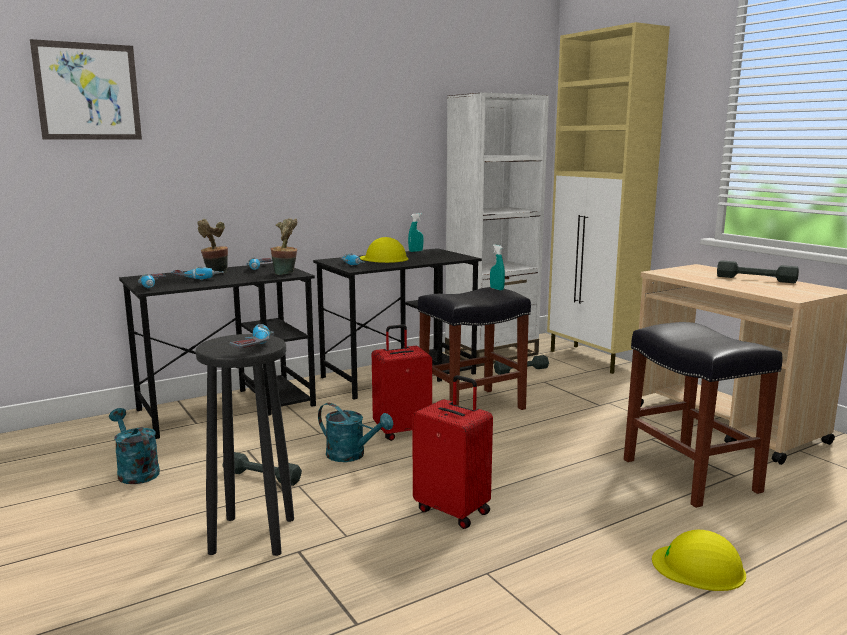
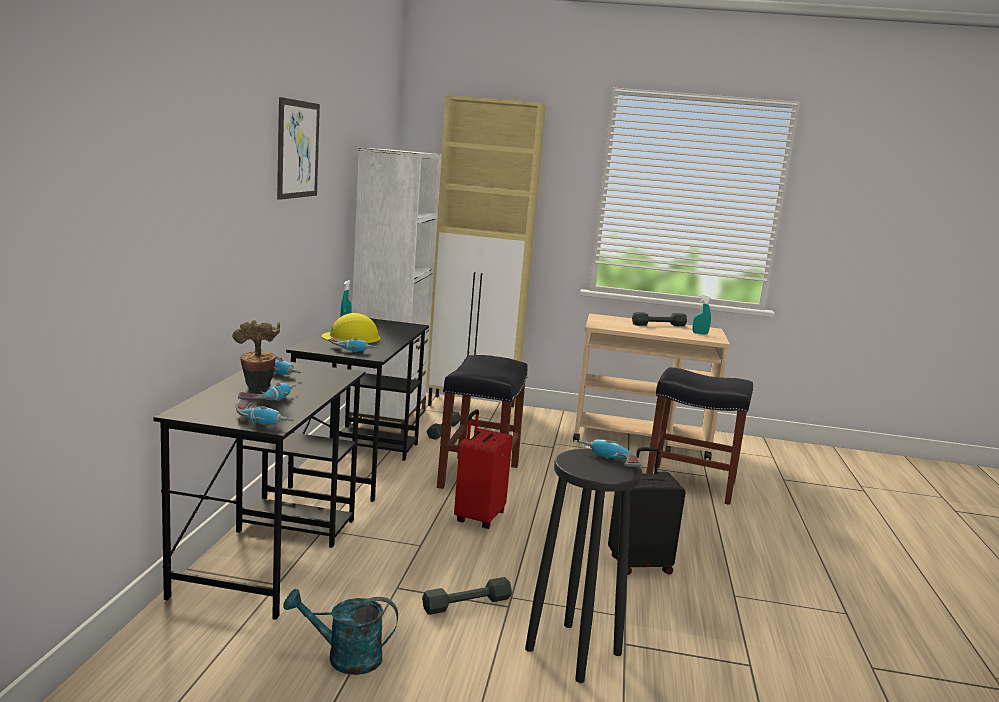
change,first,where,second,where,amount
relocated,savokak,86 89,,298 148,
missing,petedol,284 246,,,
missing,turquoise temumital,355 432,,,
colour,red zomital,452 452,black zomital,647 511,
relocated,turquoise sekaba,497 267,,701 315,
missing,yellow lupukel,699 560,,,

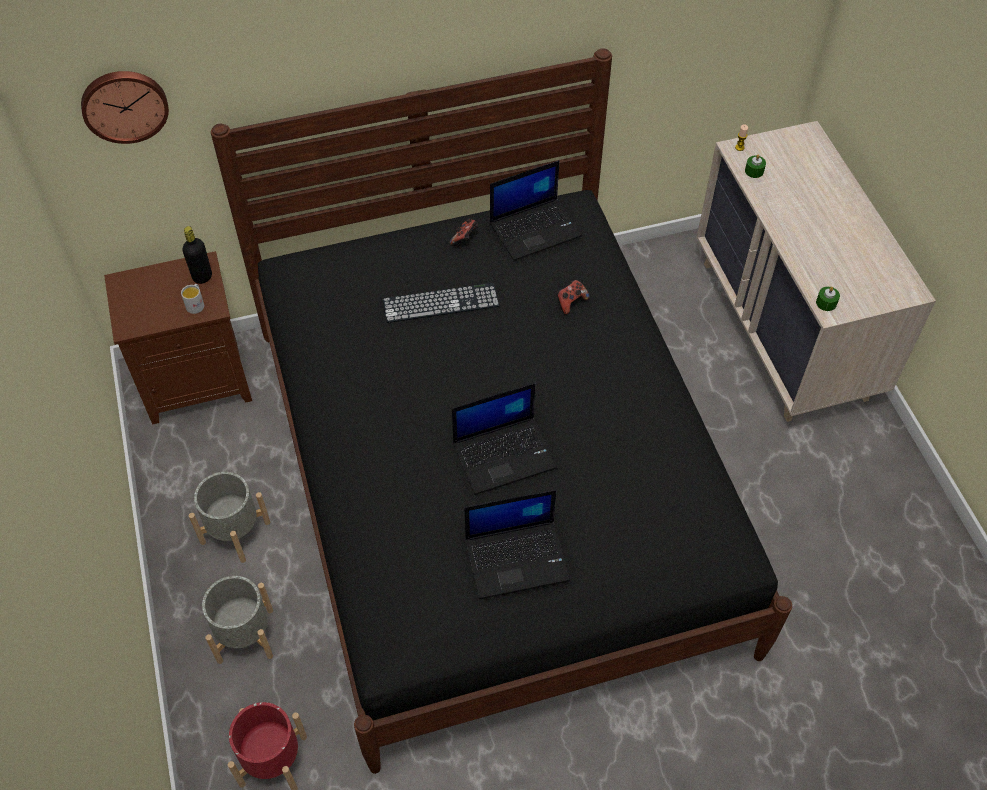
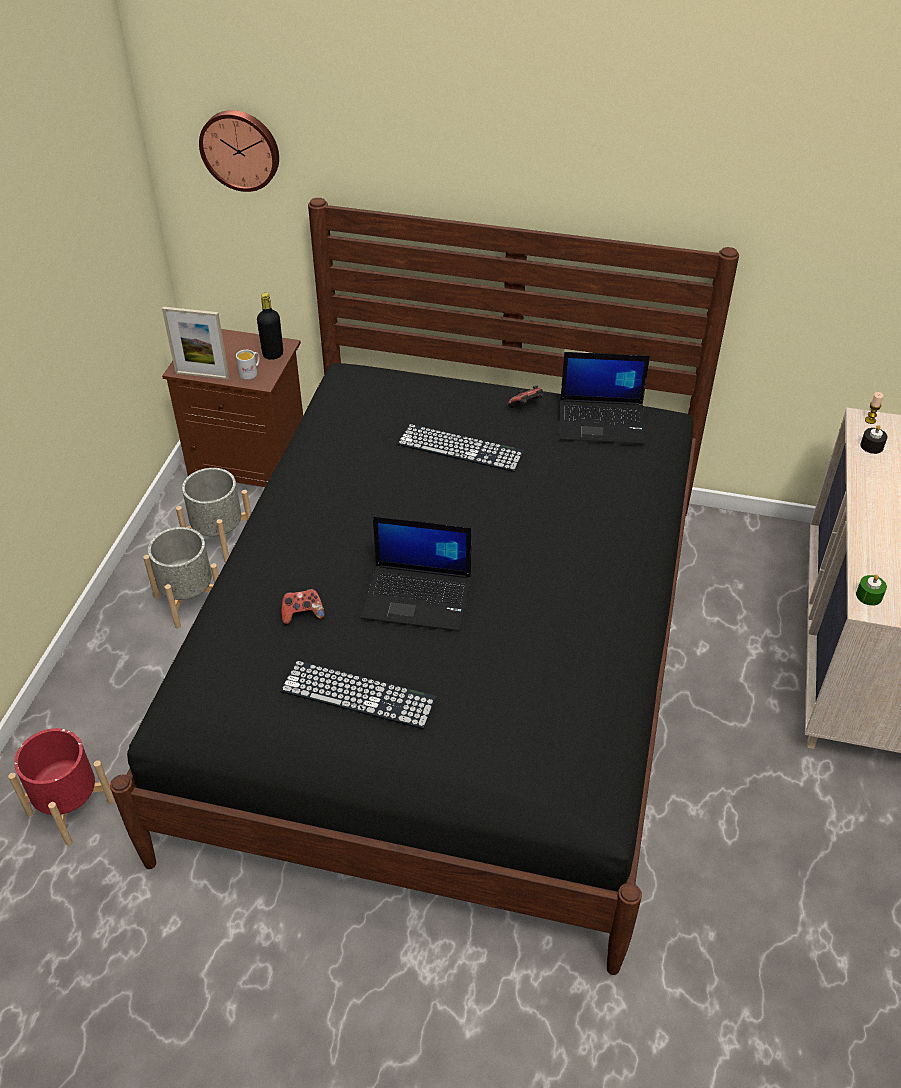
change,first,where,second,where,amount
relocated,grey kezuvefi,237 620,,213 515,
exchanged,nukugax,517 544,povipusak,358 694,
relocated,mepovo,573 297,,303 607,
colour,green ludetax,755 166,black ludetax,873 439,
appeared,,,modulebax,195 343,

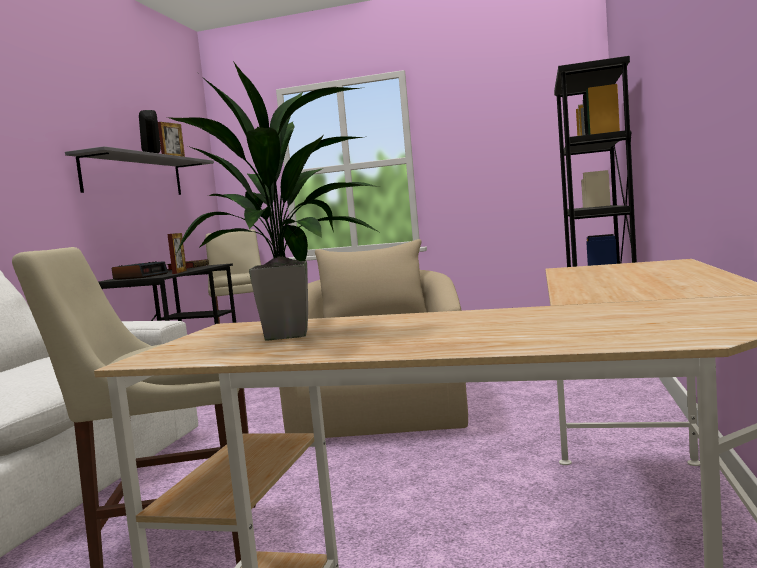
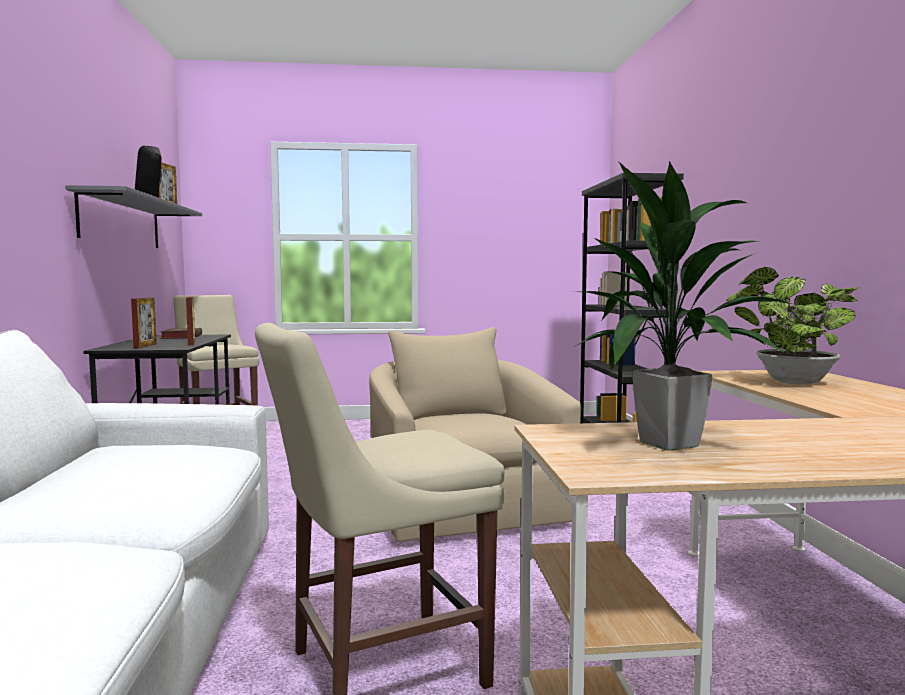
change,first,where,second,where,amount
exchanged,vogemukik,140 270,modulebax,144 323,
appeared,,,petedol,792 326,

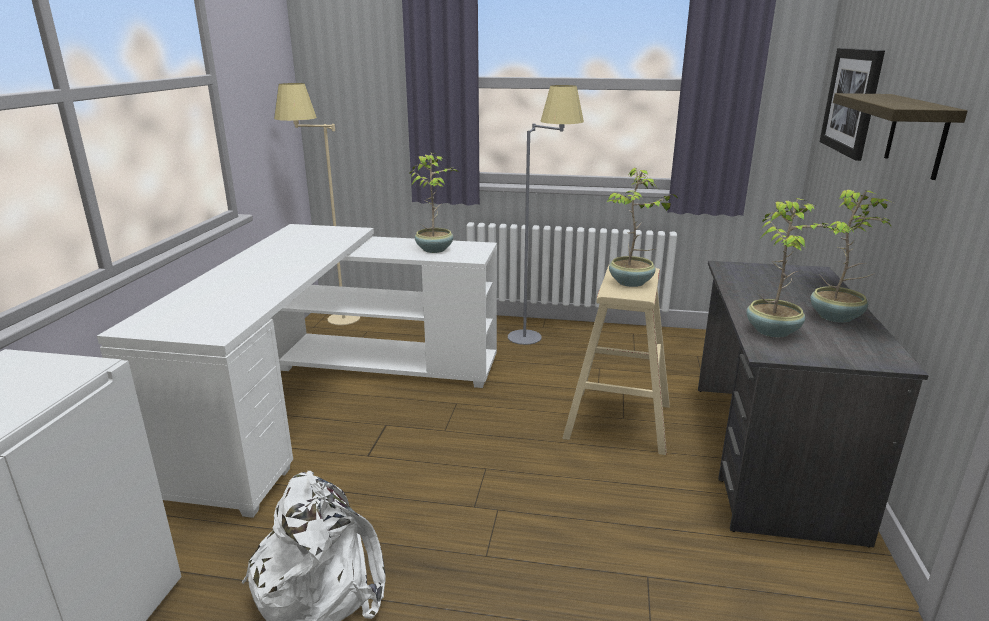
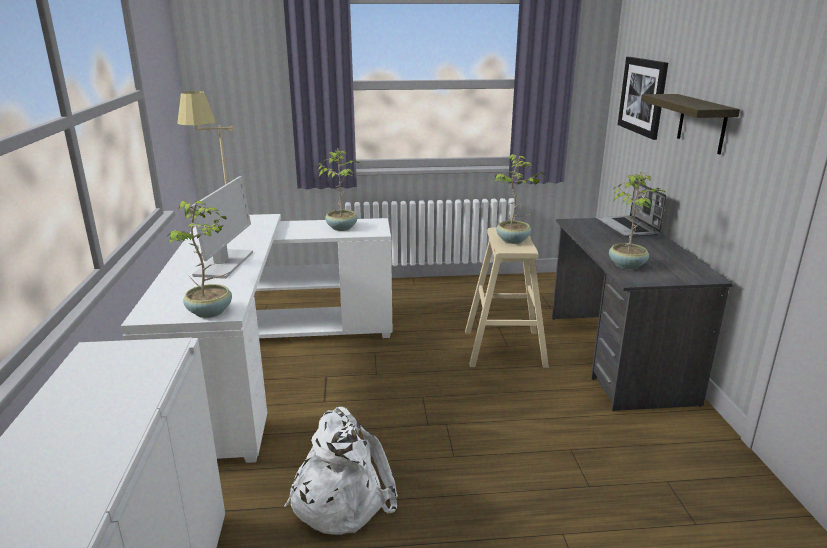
change,first,where,second,where,amount
missing,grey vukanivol,546 215,,,
relocated,petedol,851 256,,200 259,
appeared,,,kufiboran,222 227,
appeared,,,nukugax,632 209,

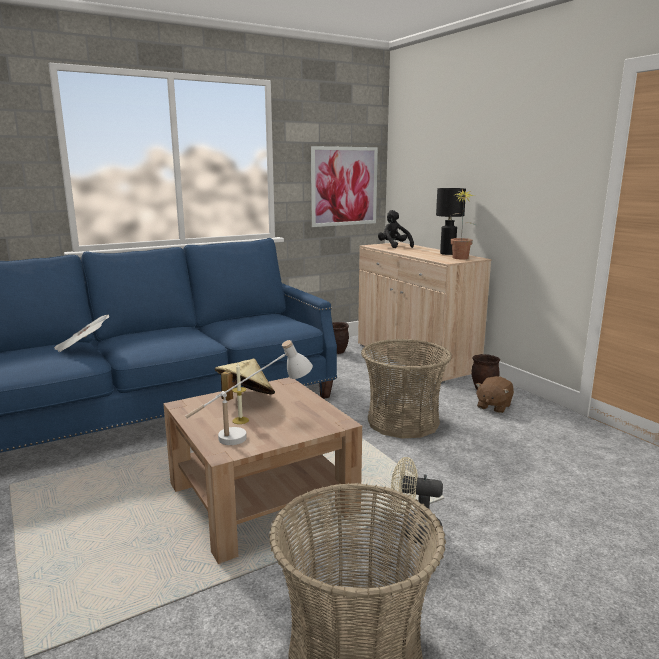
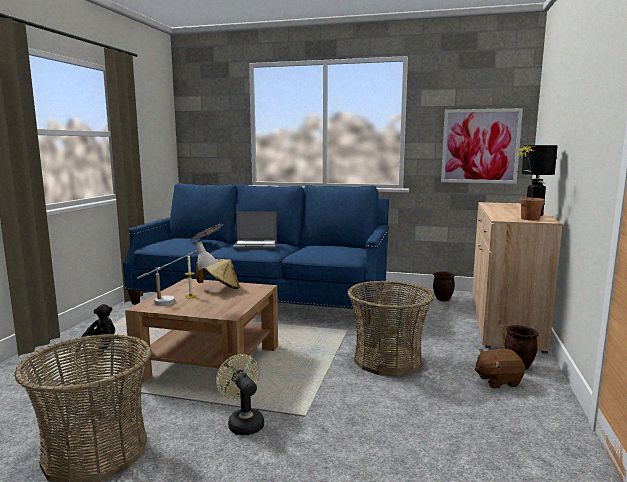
change,first,where,second,where,amount
relocated,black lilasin,396 229,,96 329,
appeared,,,nukugax,255 230,

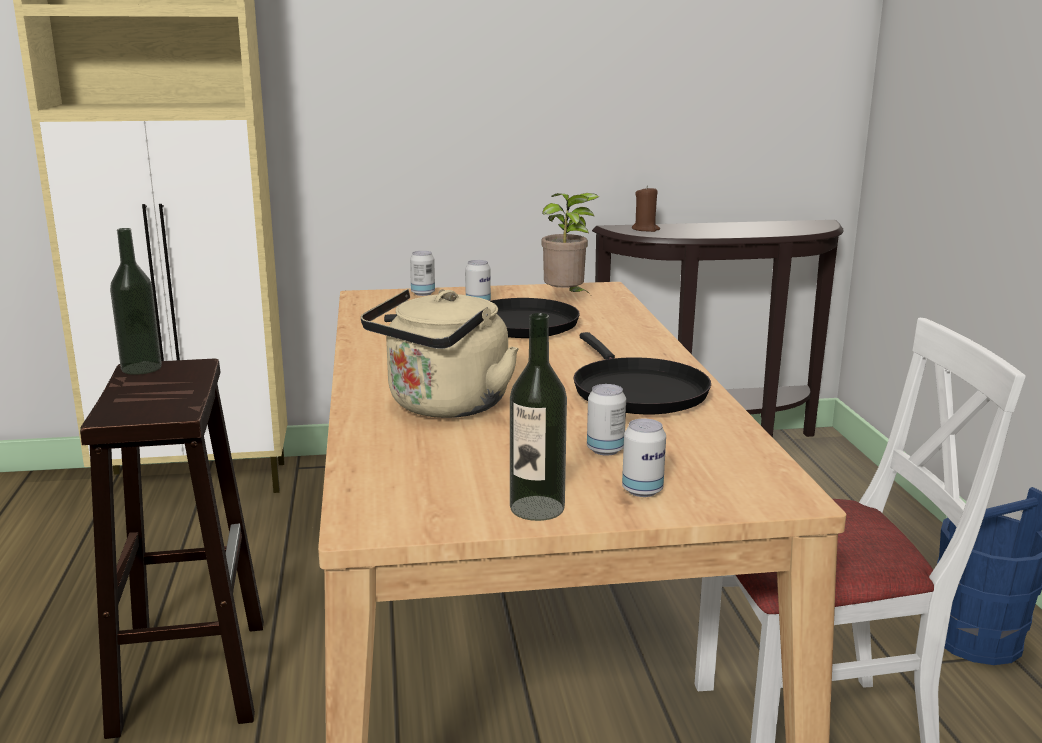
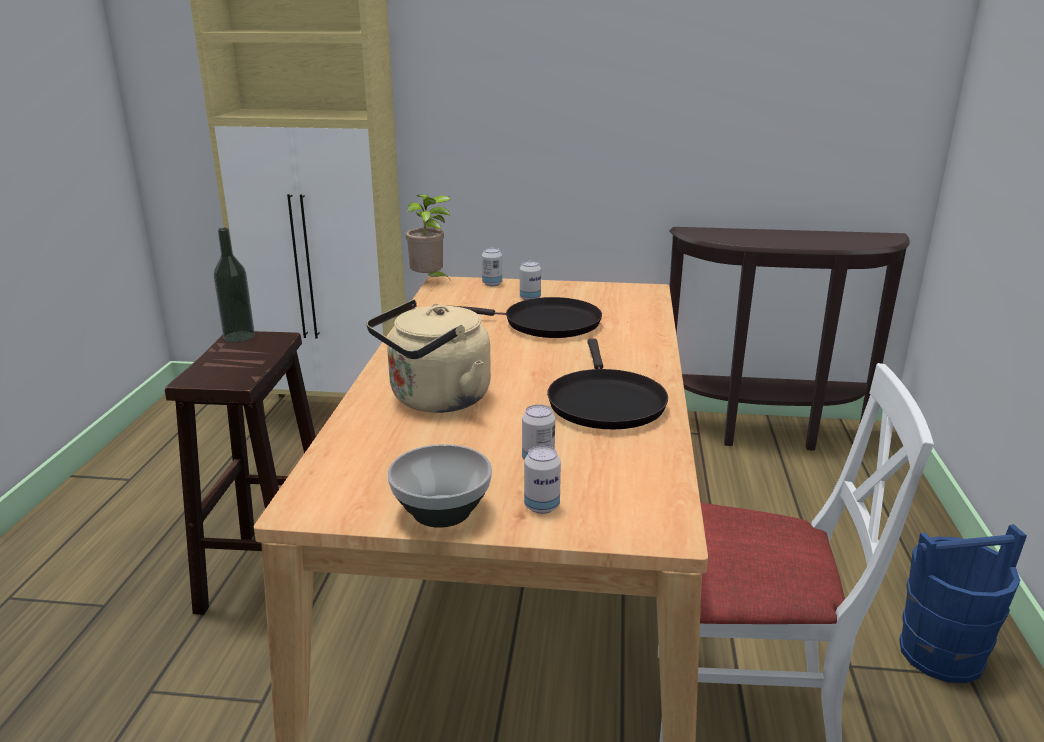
change,first,where,second,where,amount
exchanged,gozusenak,538 417,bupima,439 486,
relocated,petedol,570 243,,428 237,
missing,brown ludetax,646 209,,,

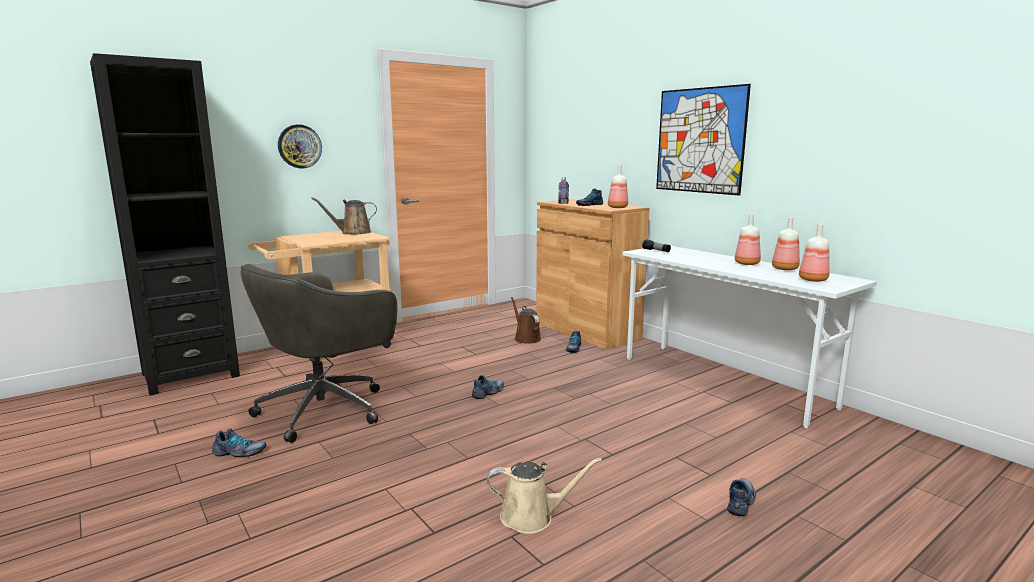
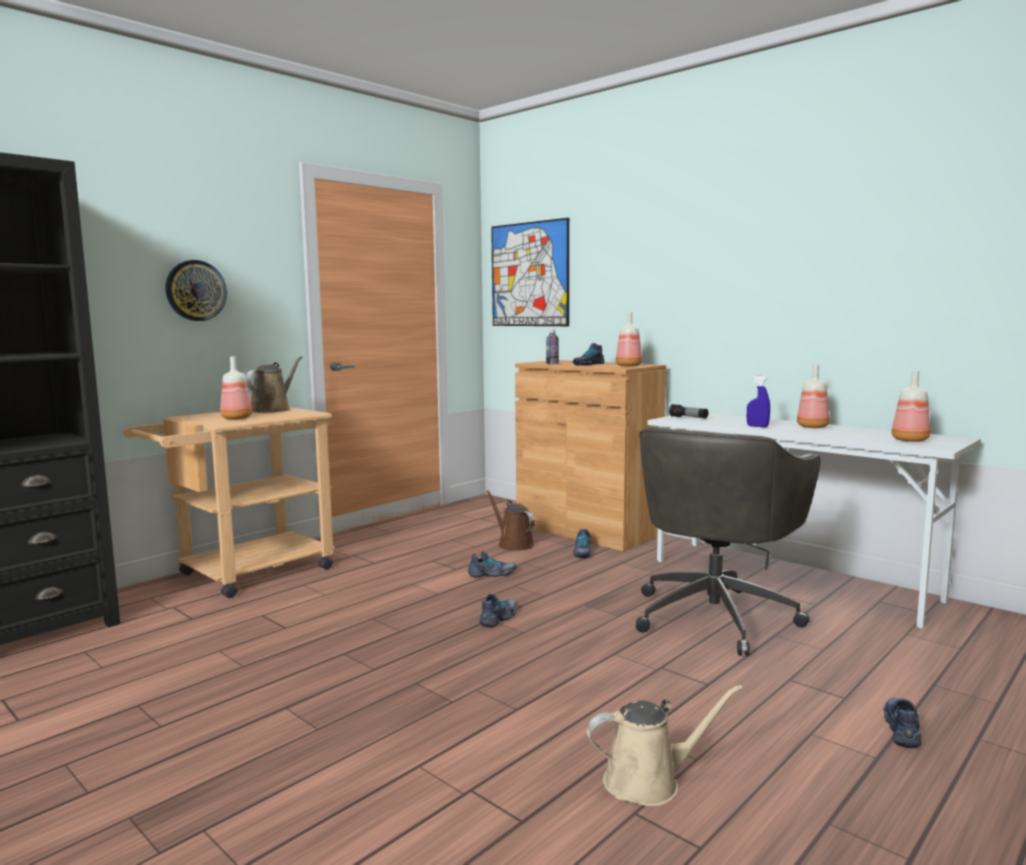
change,first,where,second,where,amount
relocated,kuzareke,239 442,,492 564,
relocated,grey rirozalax,318 353,,728 541,
spun,brown temumital,344 215,,274 384,135 degrees clockwise
relocated,savokak,703 140,,530 272,
relocated,gozusenak,786 243,,236 387,
appeared,,,blue sekaba,758 401,

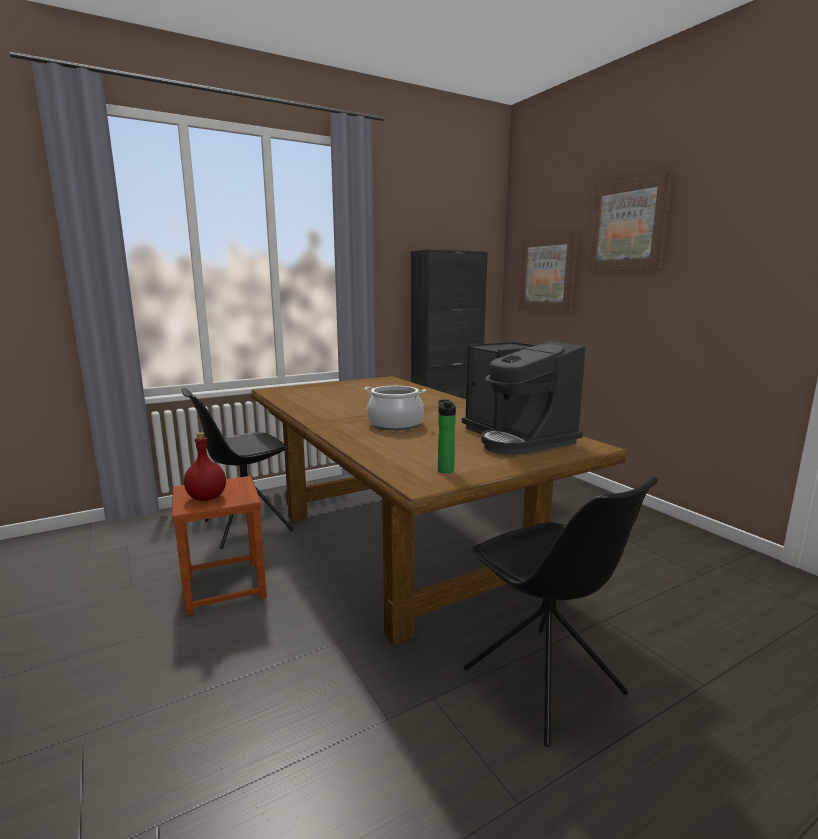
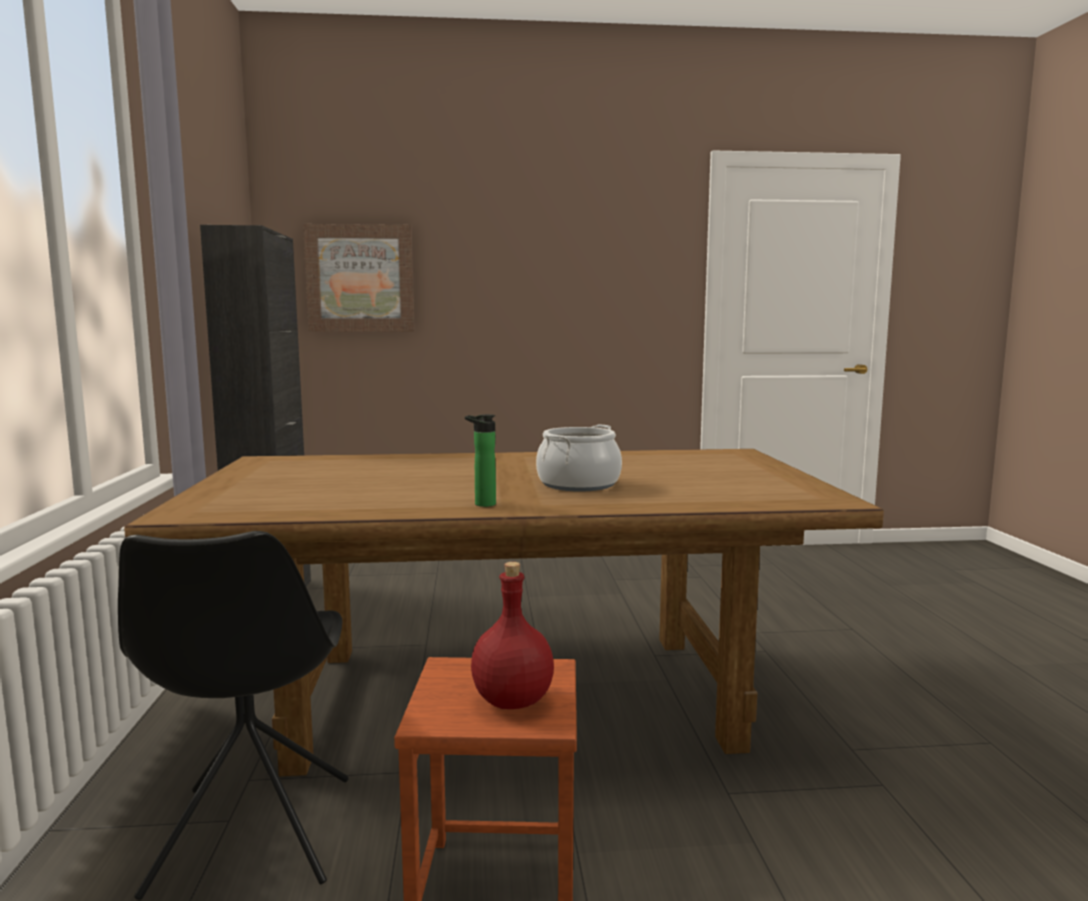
change,first,where,second,where,amount
relocated,gozusenak,447 436,,480 460,
missing,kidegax,524 398,,,
missing,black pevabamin,561 612,,,
missing,savokak,630 221,,,

